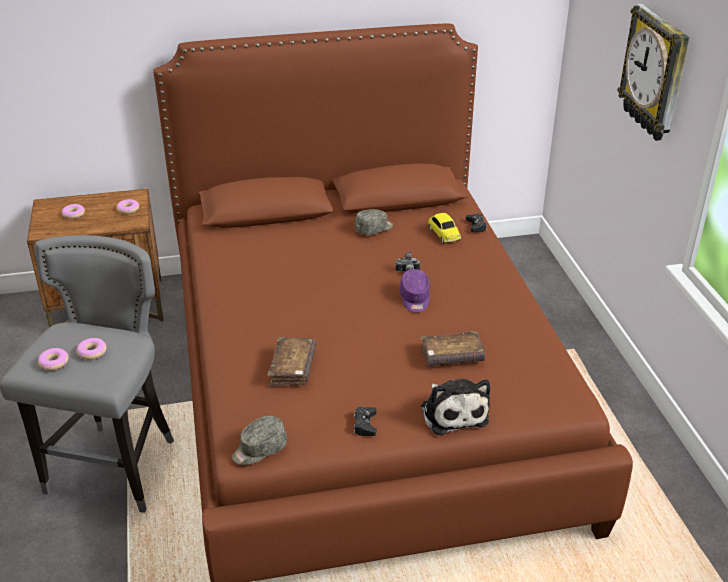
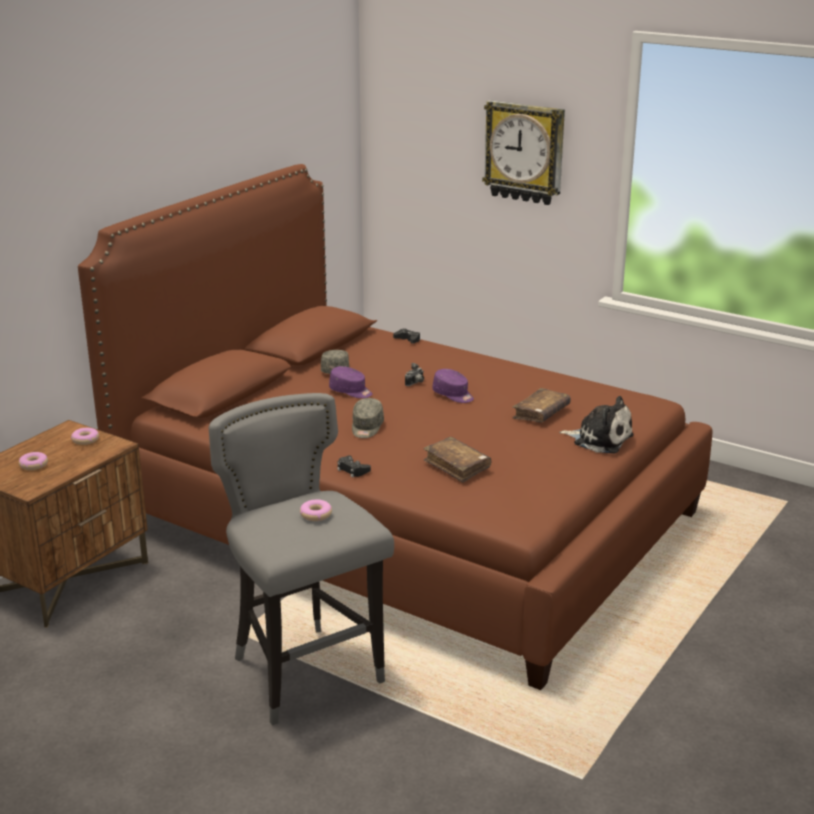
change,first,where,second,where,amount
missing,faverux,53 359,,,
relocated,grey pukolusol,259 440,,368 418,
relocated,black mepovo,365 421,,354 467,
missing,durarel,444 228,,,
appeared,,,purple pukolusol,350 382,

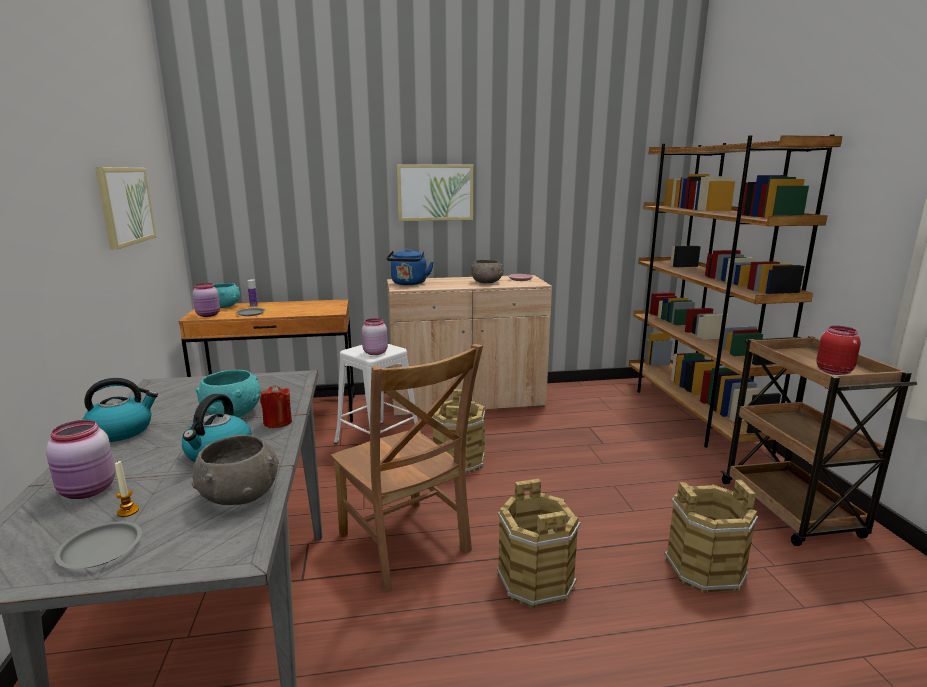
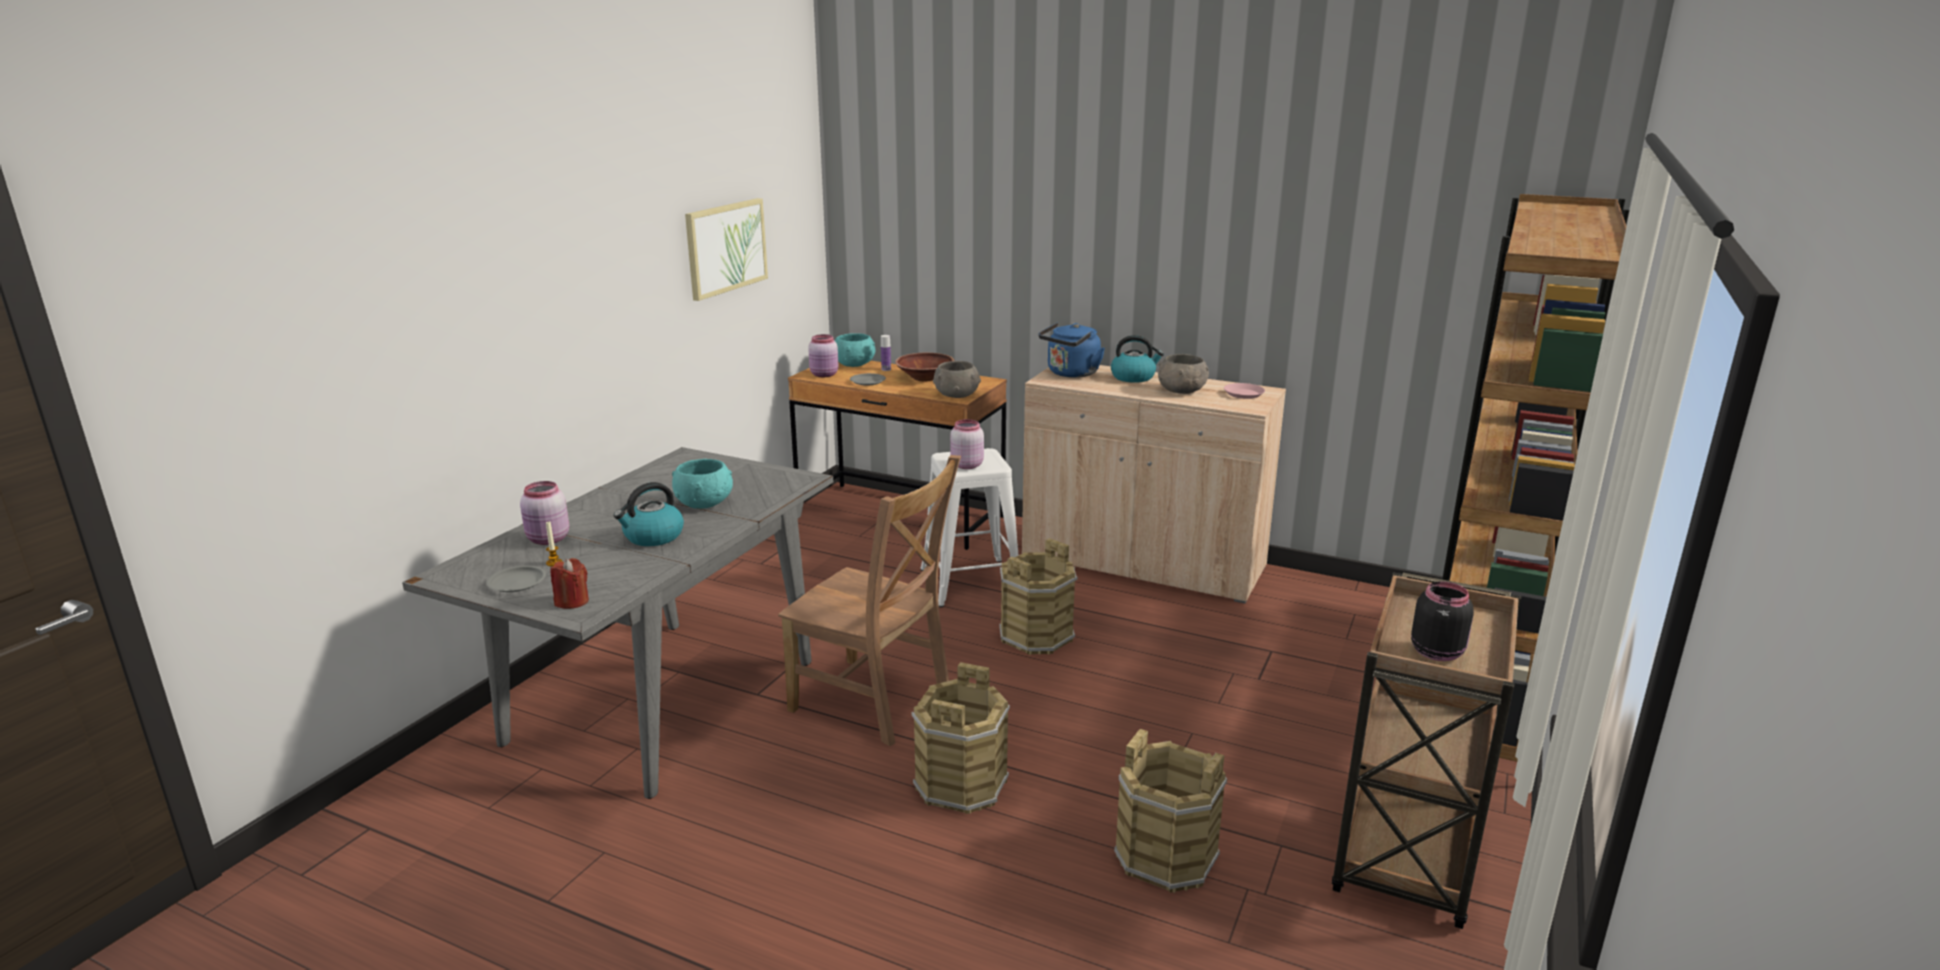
change,first,where,second,where,amount
relocated,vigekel,120 410,,1137 359,
relocated,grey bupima,235 470,,957 379,
relocated,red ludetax,276 406,,569 583,
spun,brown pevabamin,407 468,,869 600,60 degrees counterclockwise
missing,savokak,435 192,,,
colour,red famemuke,839 350,black famemuke,1442 621,
appeared,,,brown bupima,924 367,

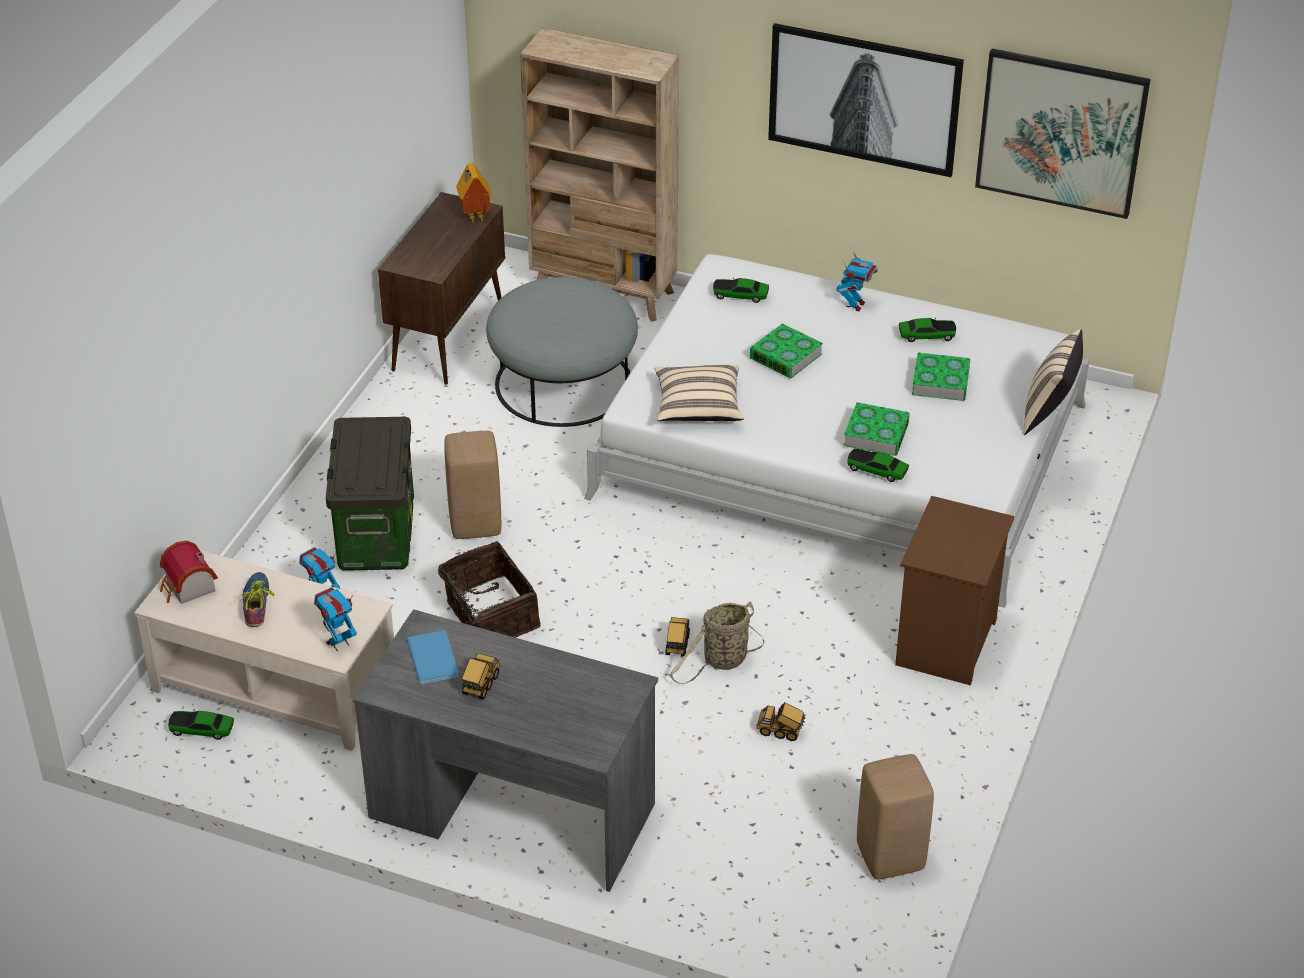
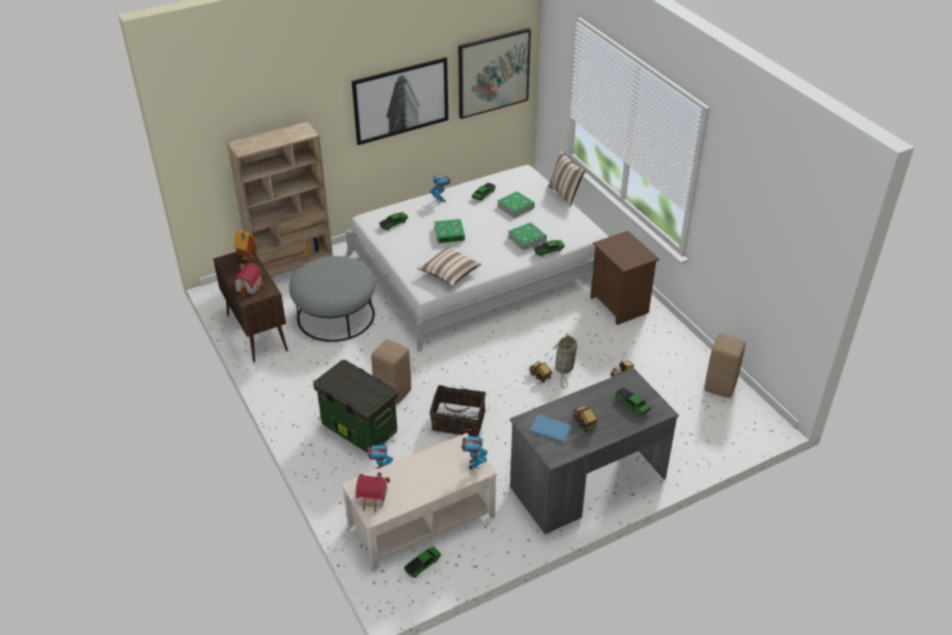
change,first,where,second,where,amount
missing,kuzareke,256 599,,,
appeared,,,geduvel,248 279,
appeared,,,durarel,633 401,

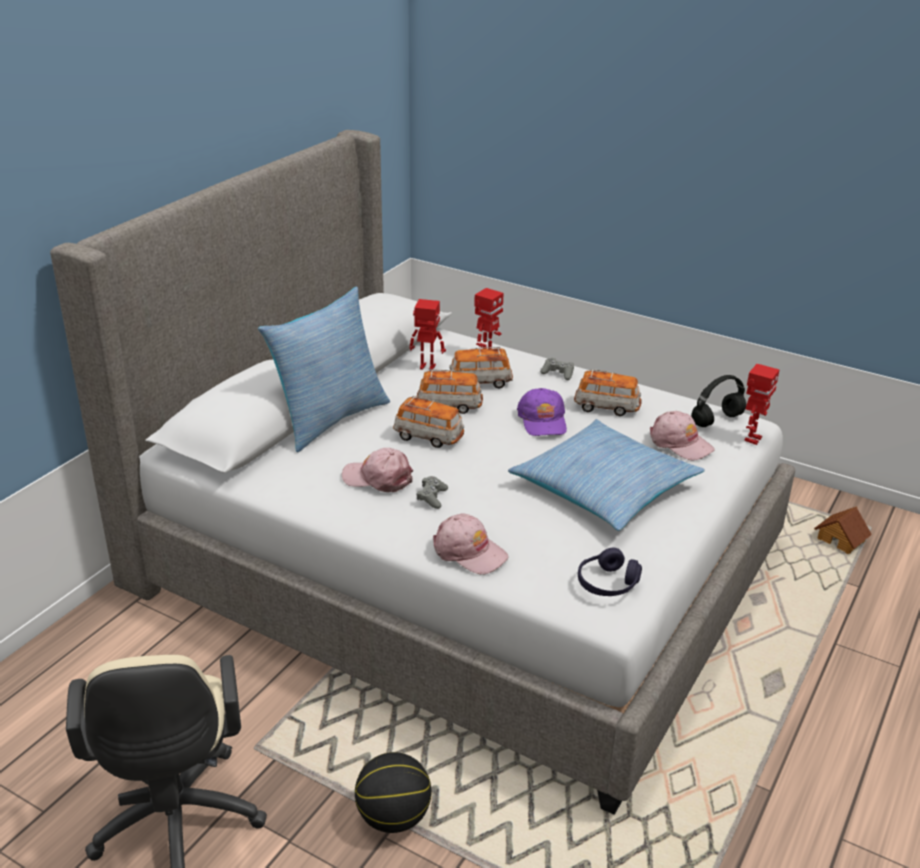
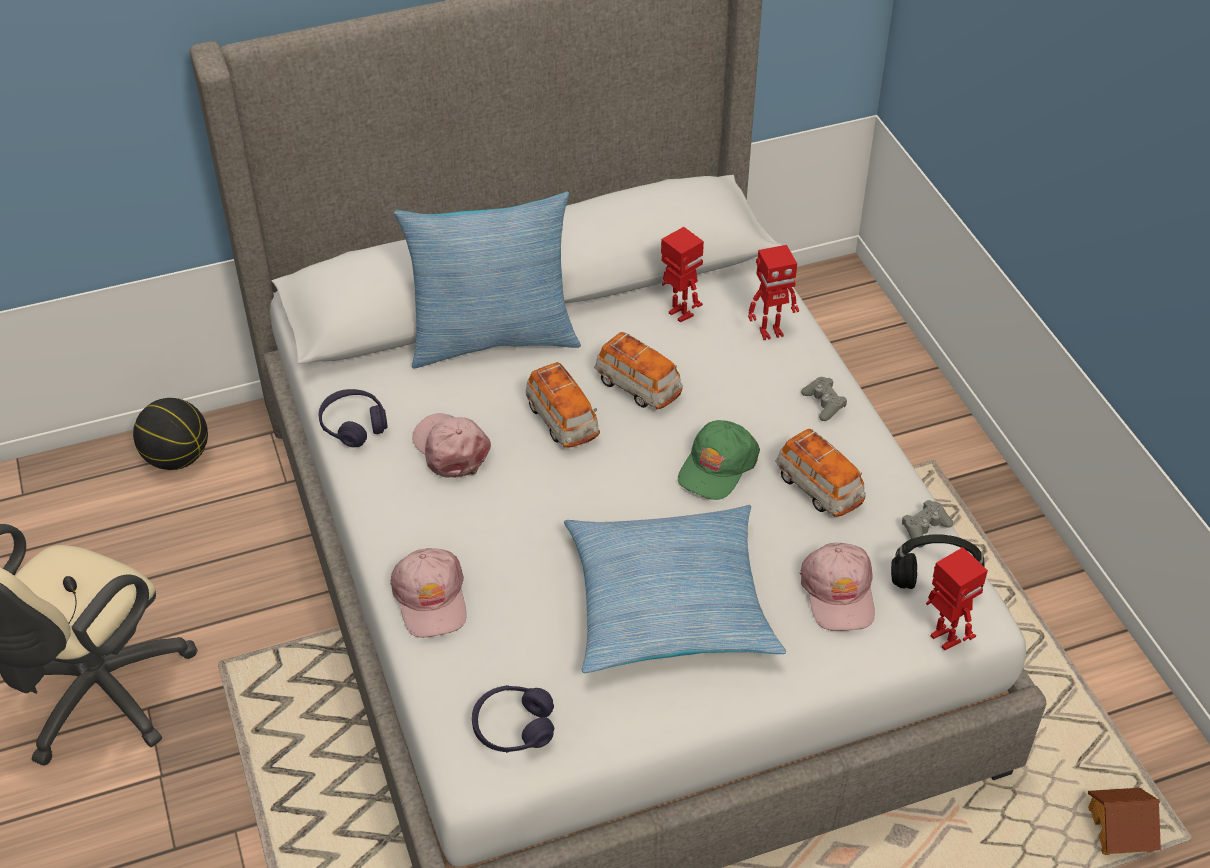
change,first,where,second,where,amount
relocated,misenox,393 792,,170 434,
relocated,grey mepovo,432 492,,927 524,
missing,durarel,481 367,,,
colour,purple pukolusol,542 412,green pukolusol,719 460,
spun,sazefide,762 404,,957 598,105 degrees counterclockwise
appeared,,,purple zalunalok,353 418,

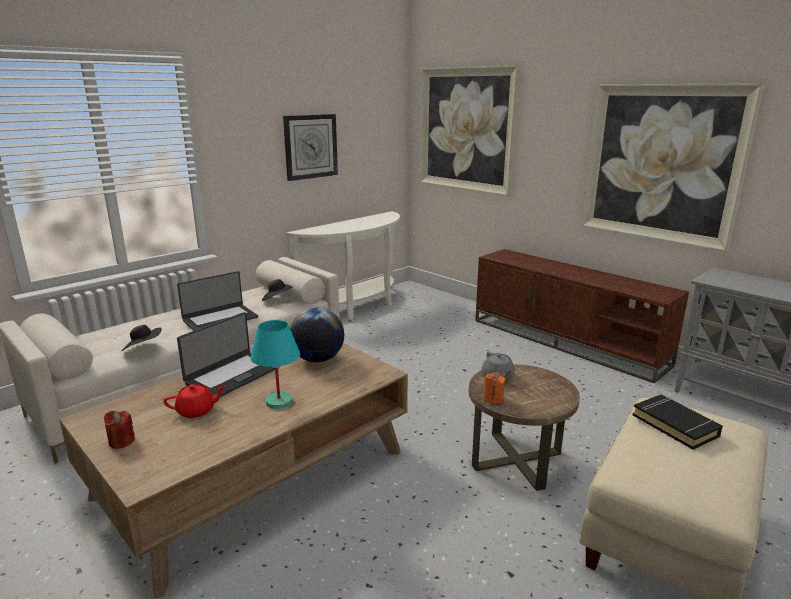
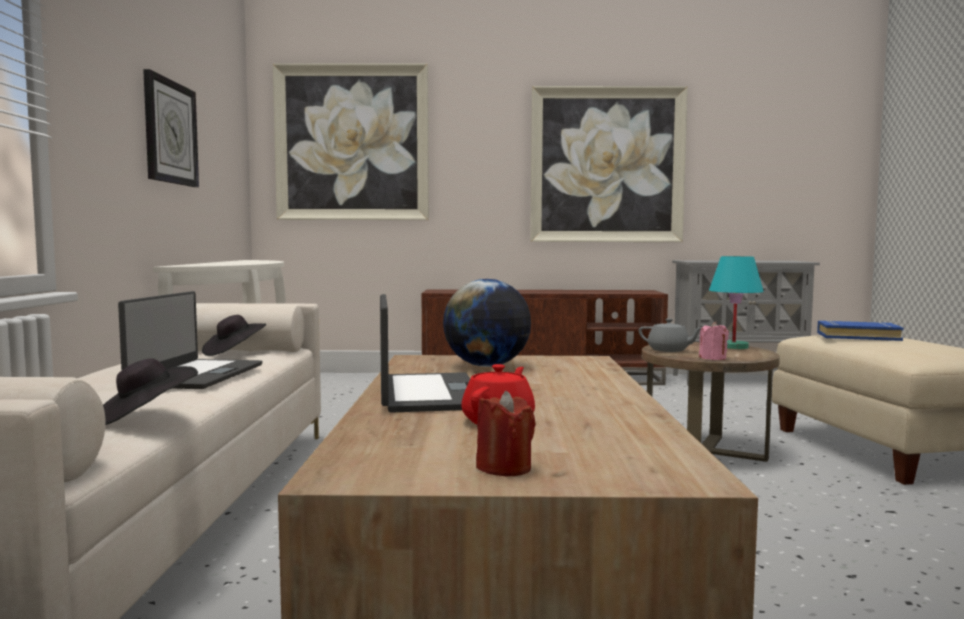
change,first,where,second,where,amount
relocated,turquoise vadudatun,275 364,,736 302,
colour,orange ludetax,494 388,pink ludetax,714 341,
colour,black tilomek,678 422,blue tilomek,860 330,

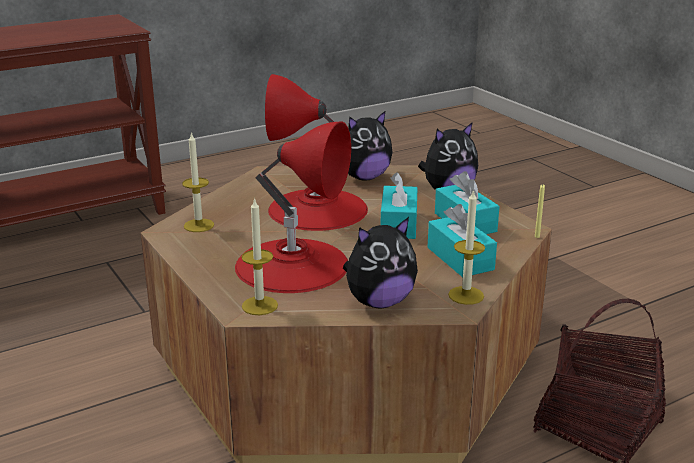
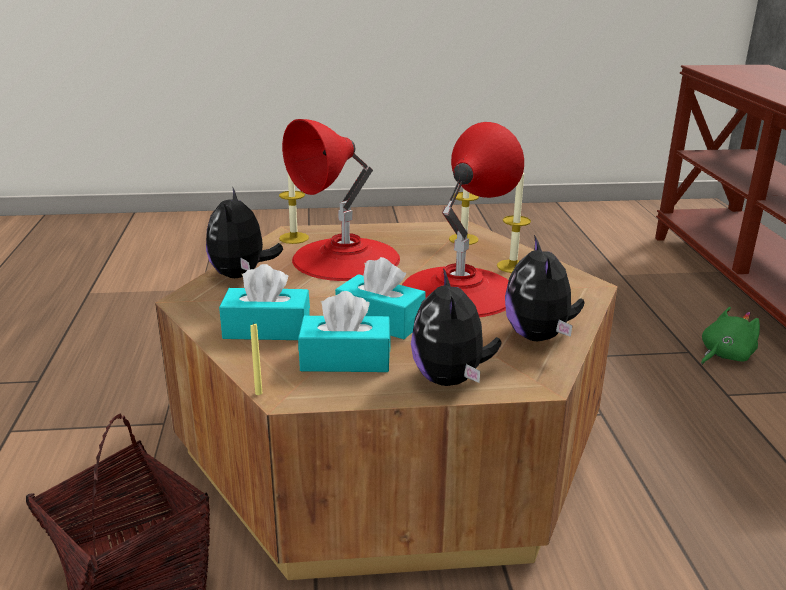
change,first,where,second,where,amount
relocated,ludetax,466 247,,514 223,
appeared,,,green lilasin,730 336,

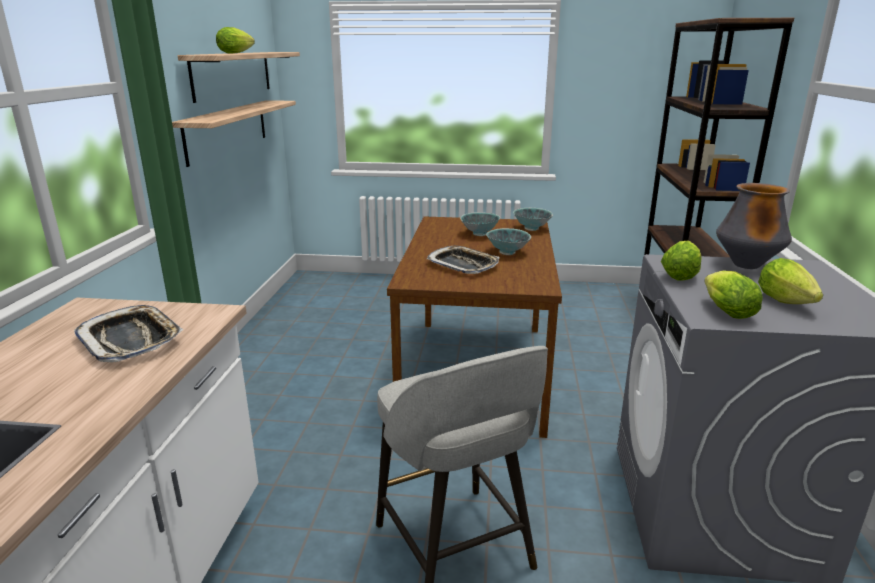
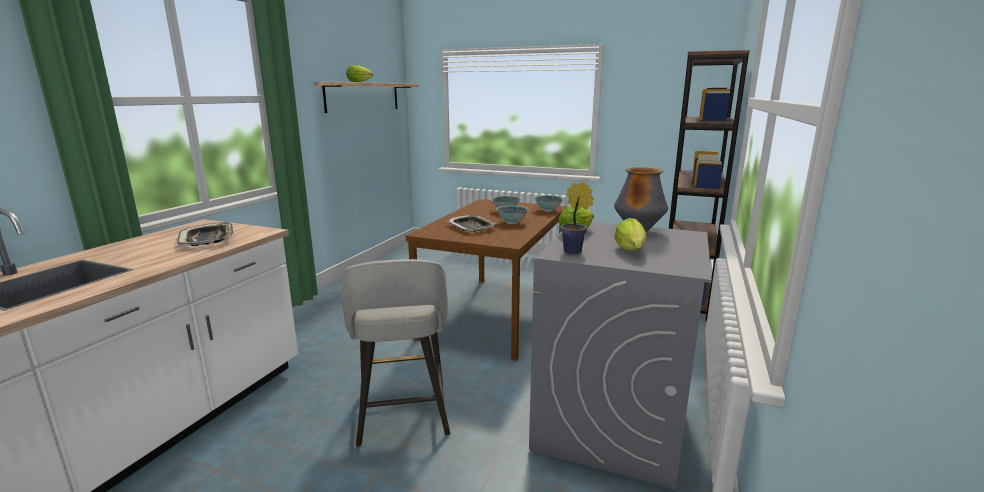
change,first,where,second,where,amount
missing,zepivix,234 133,,,
exchanged,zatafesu,733 294,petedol,577 217,

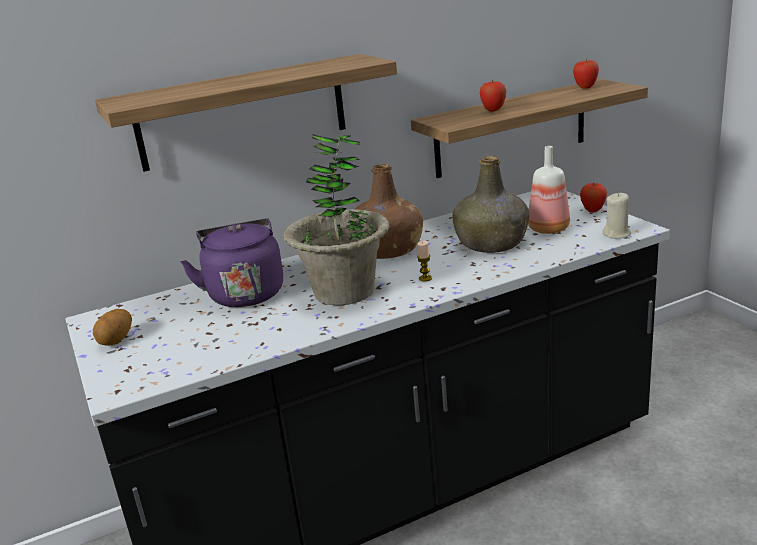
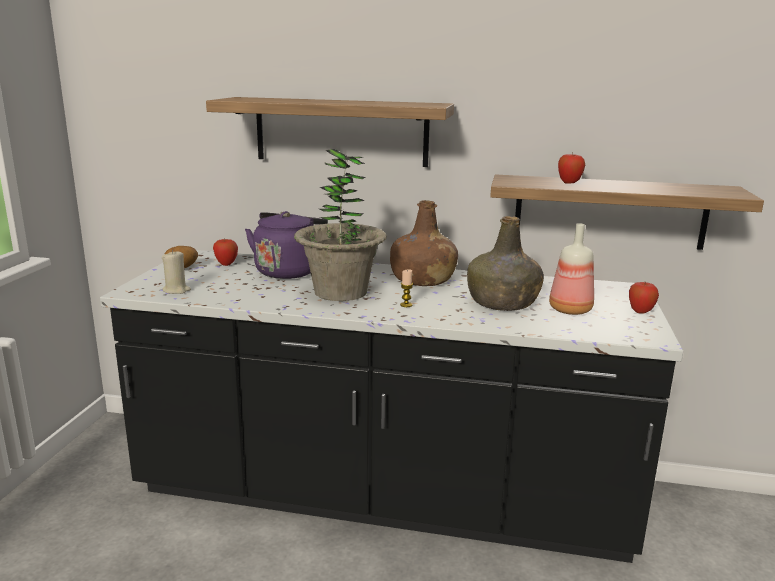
change,first,where,second,where,amount
relocated,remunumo,586 74,,225 252,
relocated,beige ludetax,617 215,,176 272,

